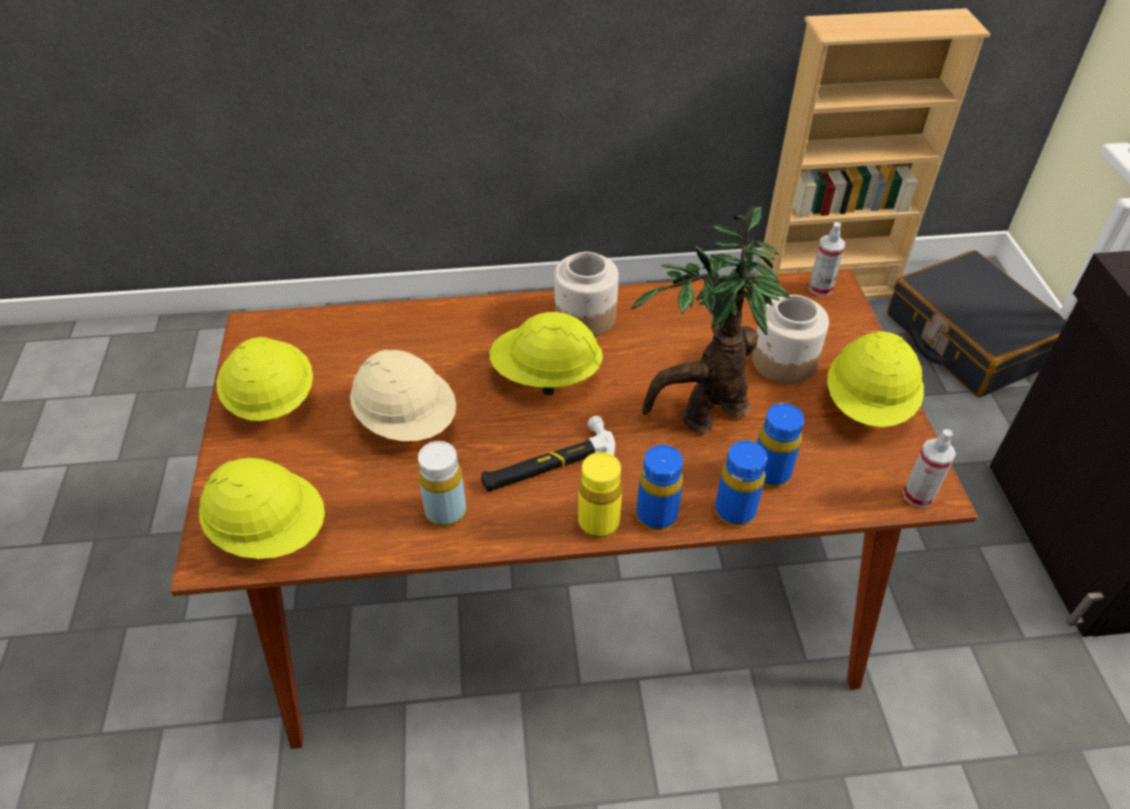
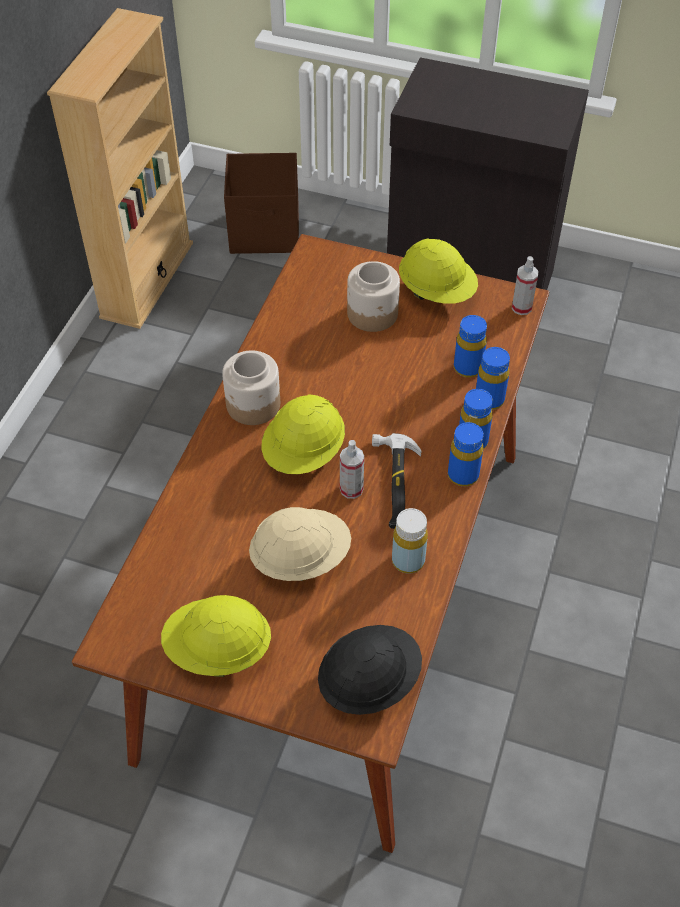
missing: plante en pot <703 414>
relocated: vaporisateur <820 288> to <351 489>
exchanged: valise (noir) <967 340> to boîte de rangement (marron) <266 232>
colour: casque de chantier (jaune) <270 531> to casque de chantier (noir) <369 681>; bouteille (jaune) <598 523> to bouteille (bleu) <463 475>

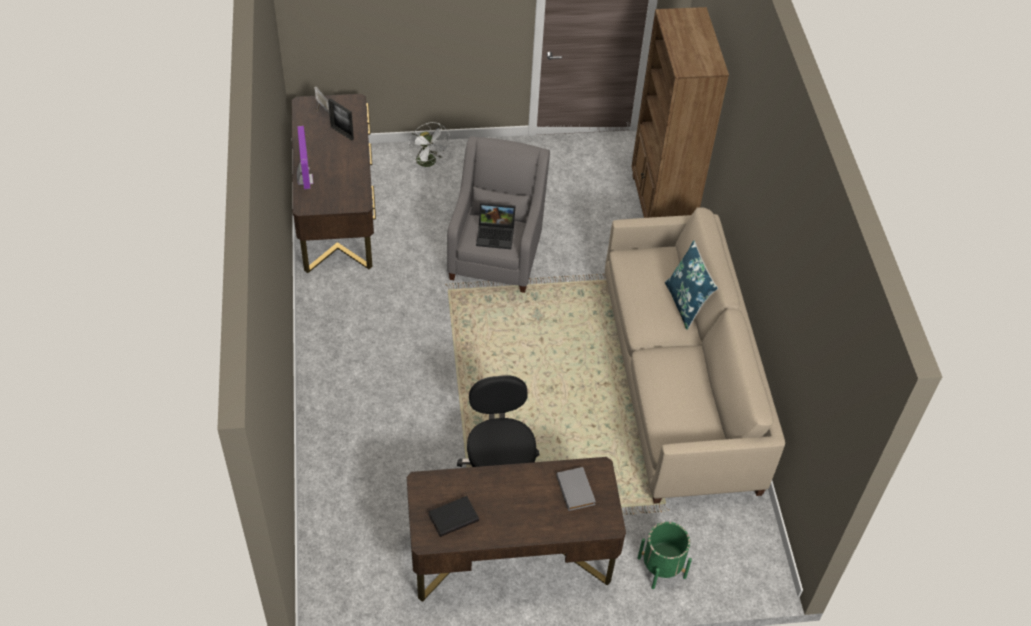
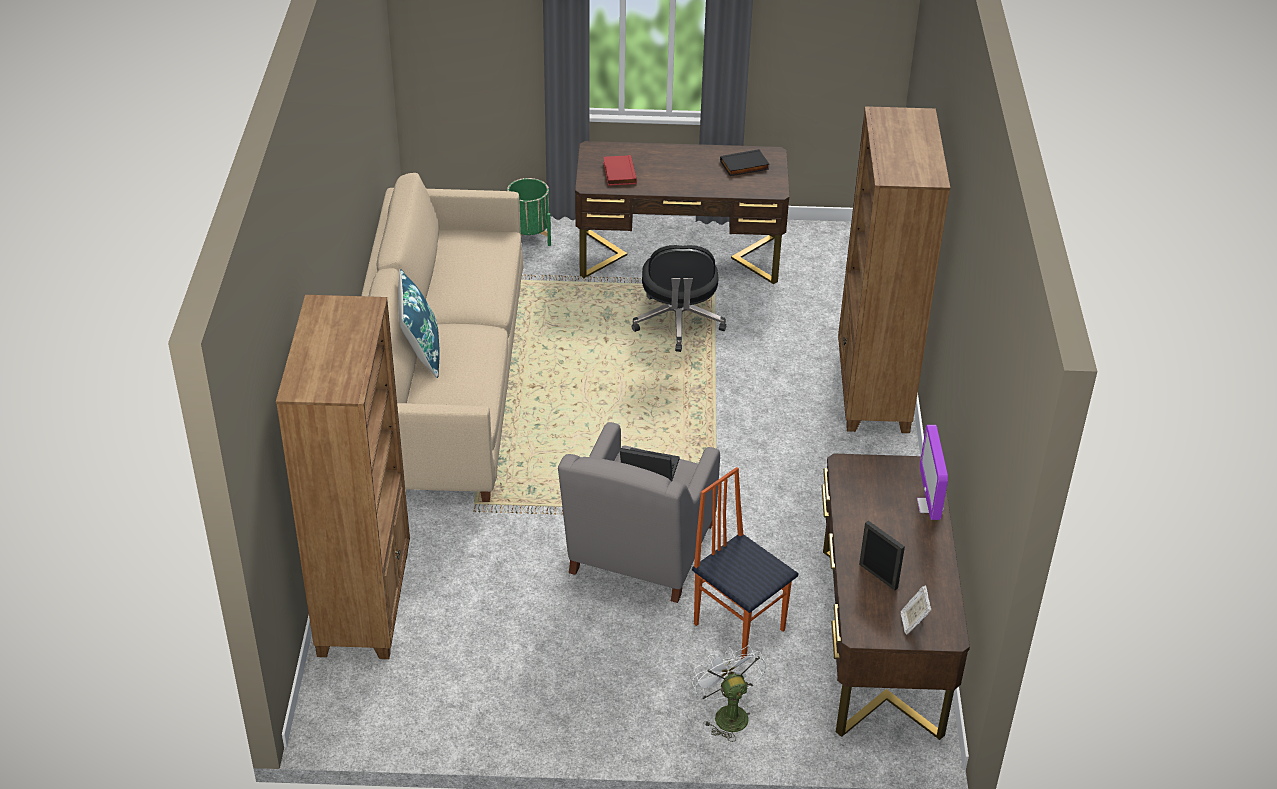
appeared: chaise <739 625>; bibliothèque (marron) <872 391>
colour: livre (gris) <576 490> to livre (rouge) <618 173>

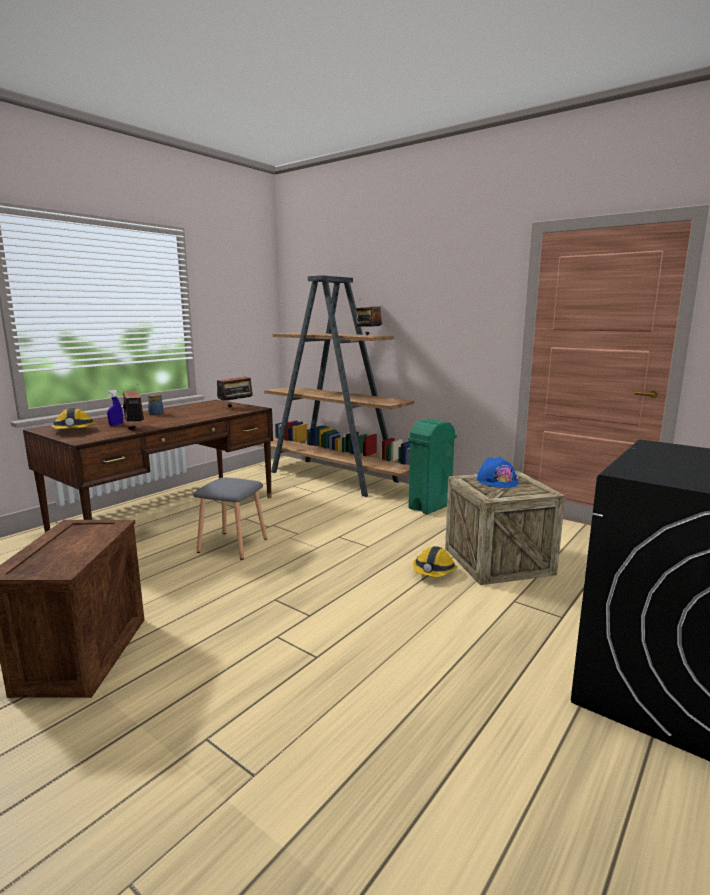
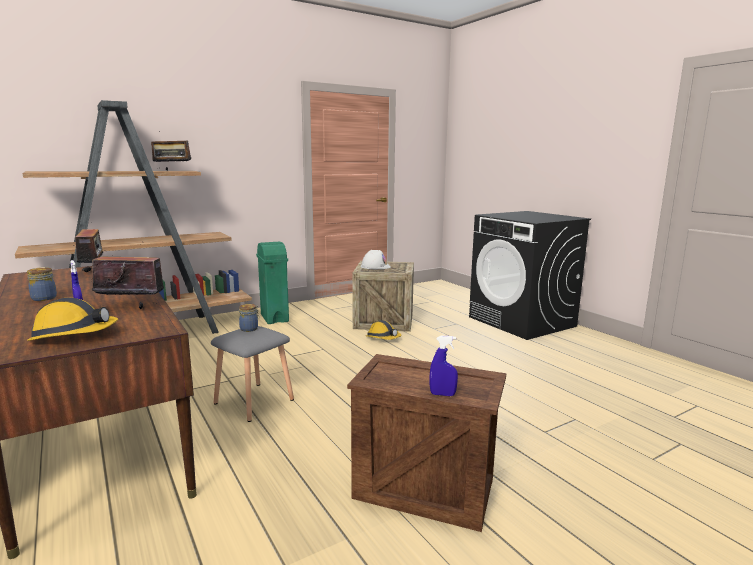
appeared: bocal <250 328>; vaporisateur (bleu) <442 394>
colour: casque de chantier (bleu) <497 481> to casque de chantier (blanc) <375 266>

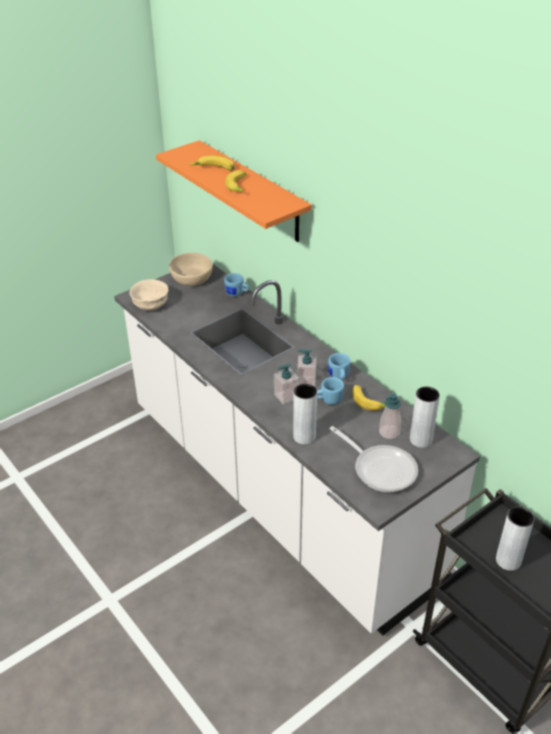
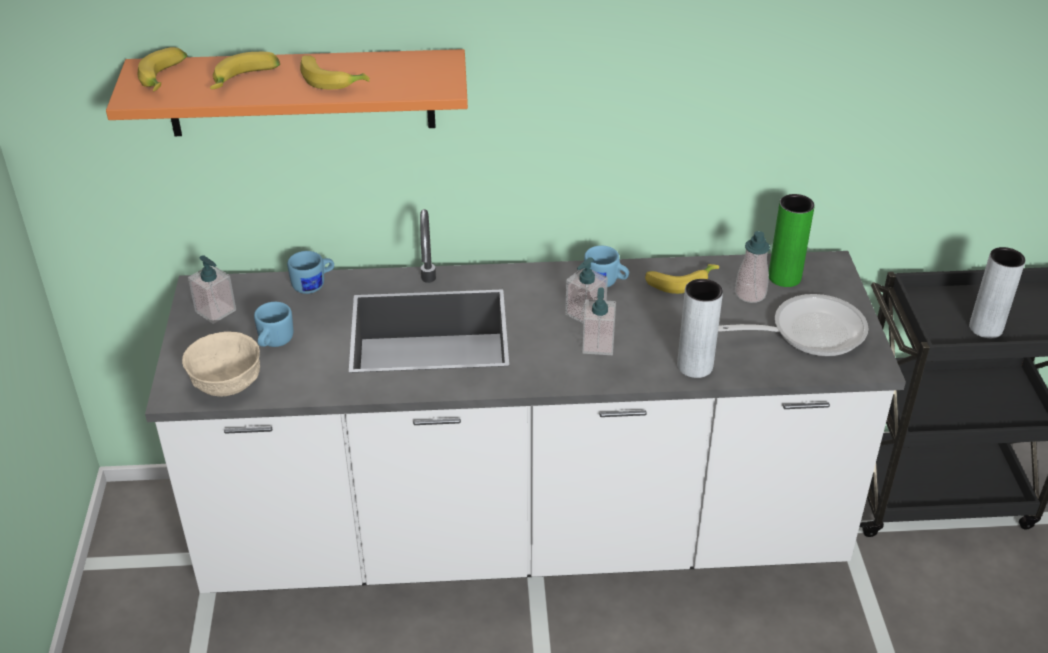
appeared: banane <166 79>
relocated: mug (bleu) <328 400> to <273 342>
exchanged: bol (beige) <192 279> to distributeur de savon <216 311>
colour: vase (gris) <420 440> to vase (vert) <784 277>

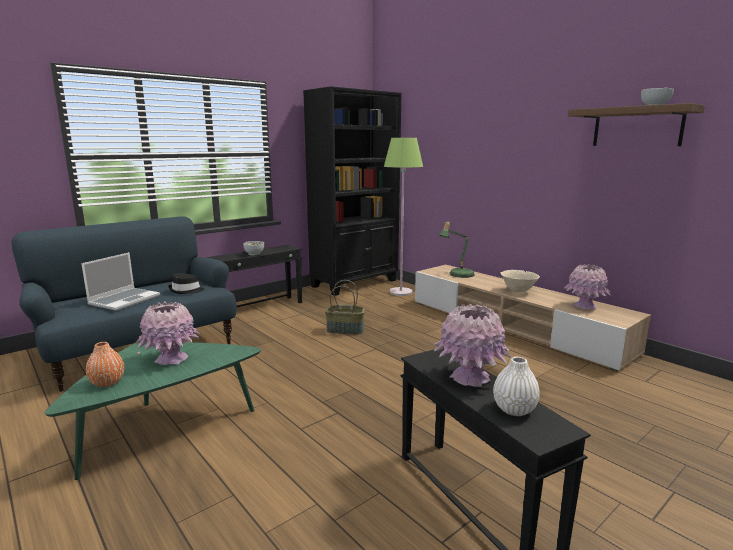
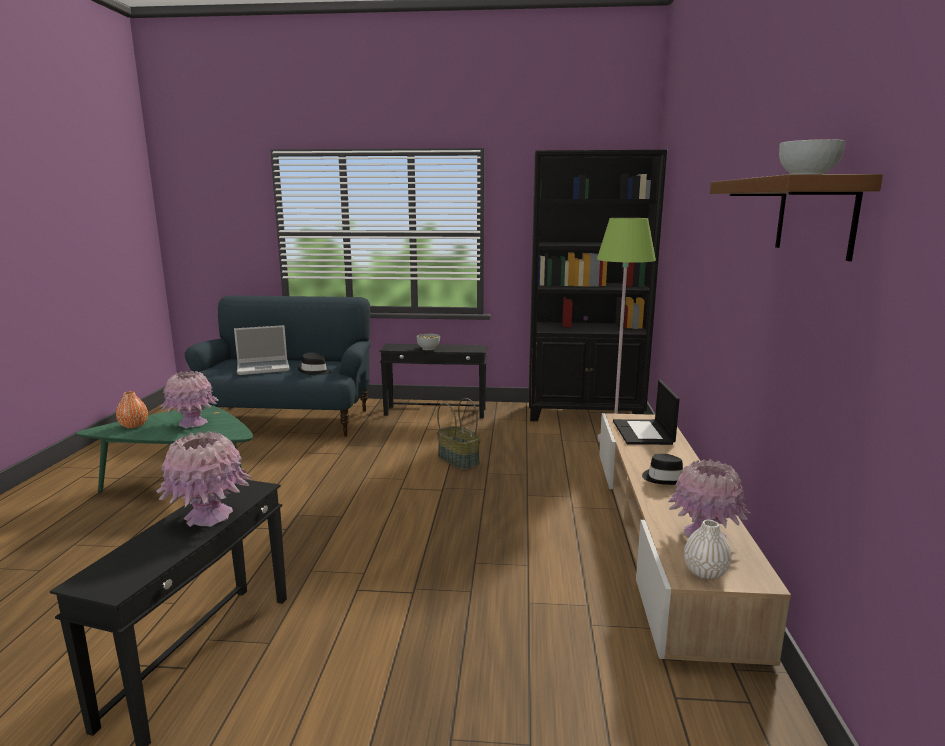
relocated: vase (blanc) <514 410> to <705 572>
exchanged: lampe de table <458 275> to ordinateur portable <643 433>; bol (beige) <518 291> to chapeau (noir) <664 478>

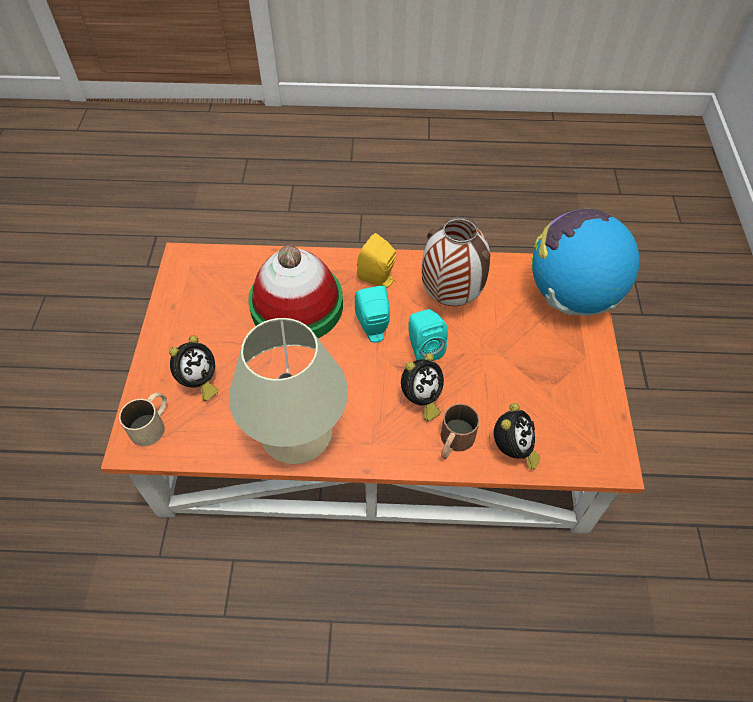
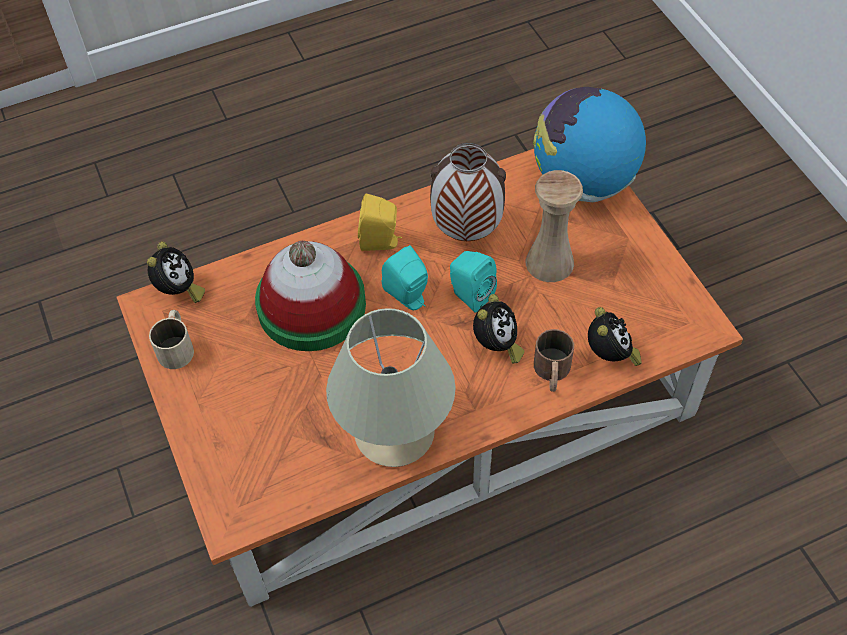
appeared: vase (beige) <549 262>
relocated: mug (beige) <152 423> to <177 345>; réveil <198 382> to <178 291>

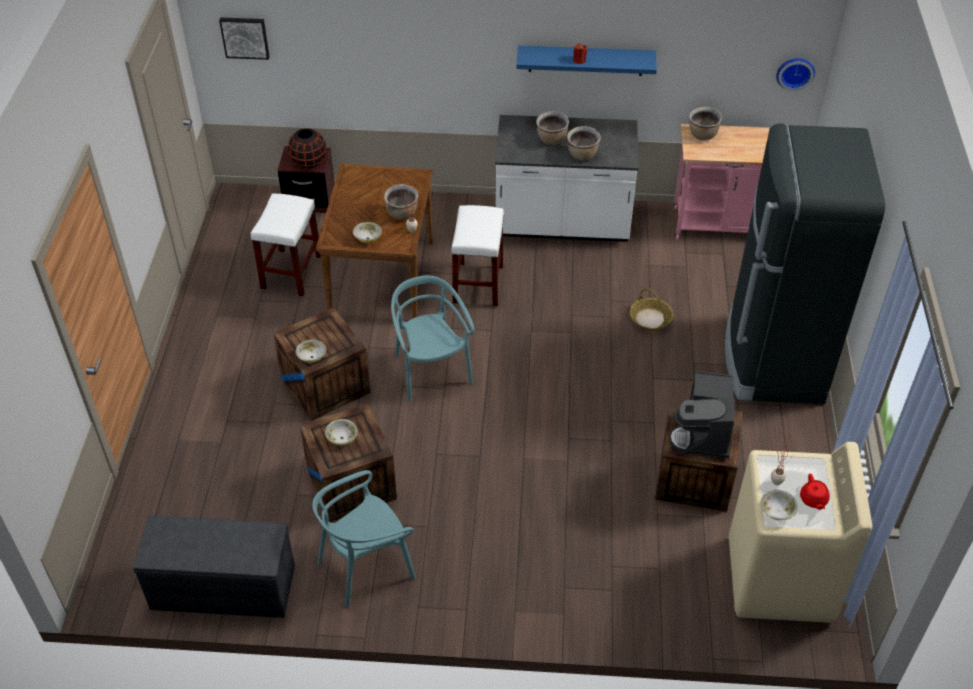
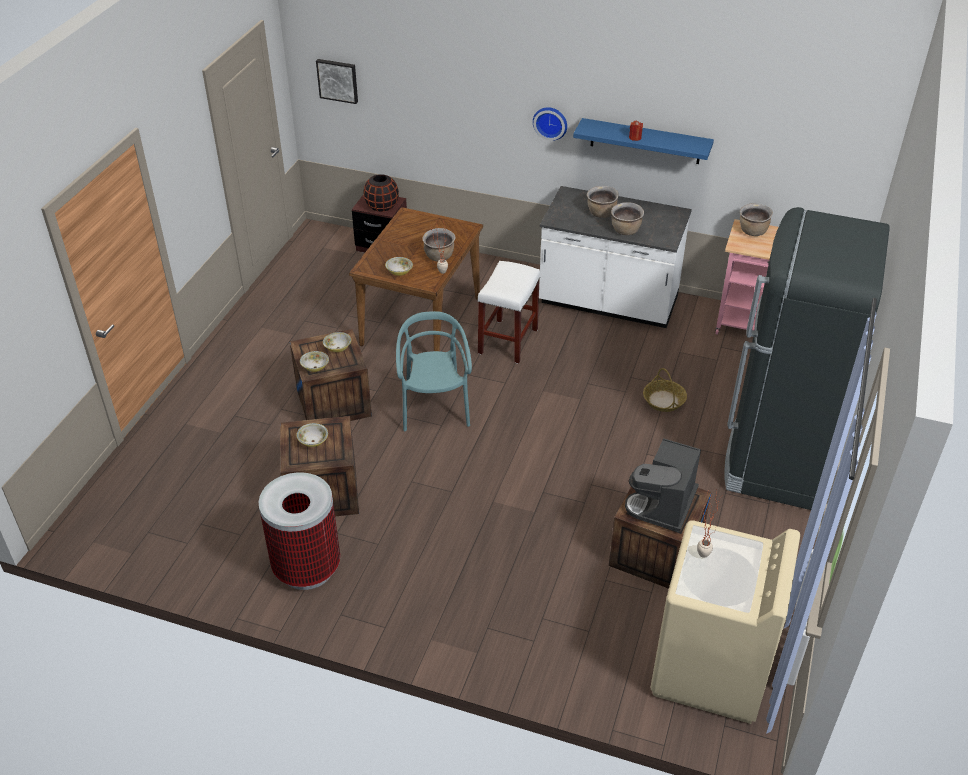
missing: banc (gris) <222 588>; tabouret (blanc) <291 272>; théière (rouge) <813 500>
relocated: bol <777 511> to <337 348>; horloge murale <795 72> to <550 122>
exchanged: chaise (turquoise) <366 567> to poubelle <306 567>

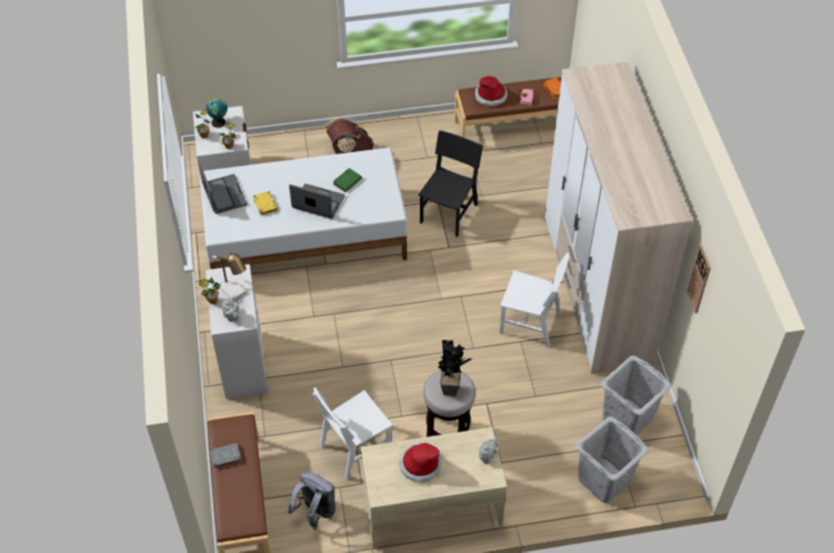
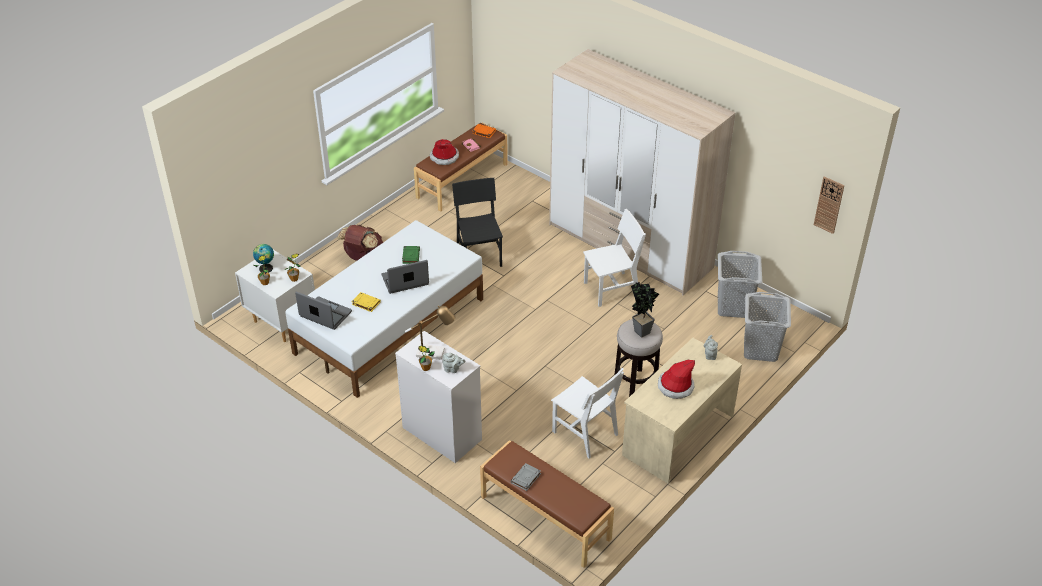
missing: sac à dos (gris) <315 512>
relocated: horloge murale <699 280> to <829 205>
spun: chaise (blanc) <355 448> = <585 433> 60 degrees counterclockwise

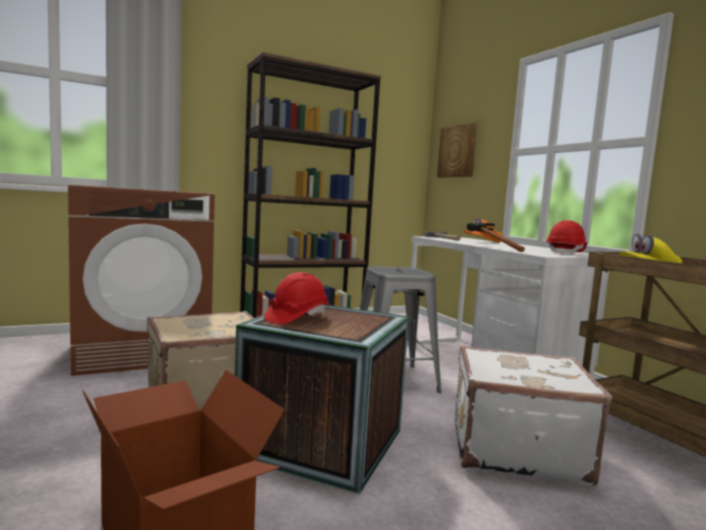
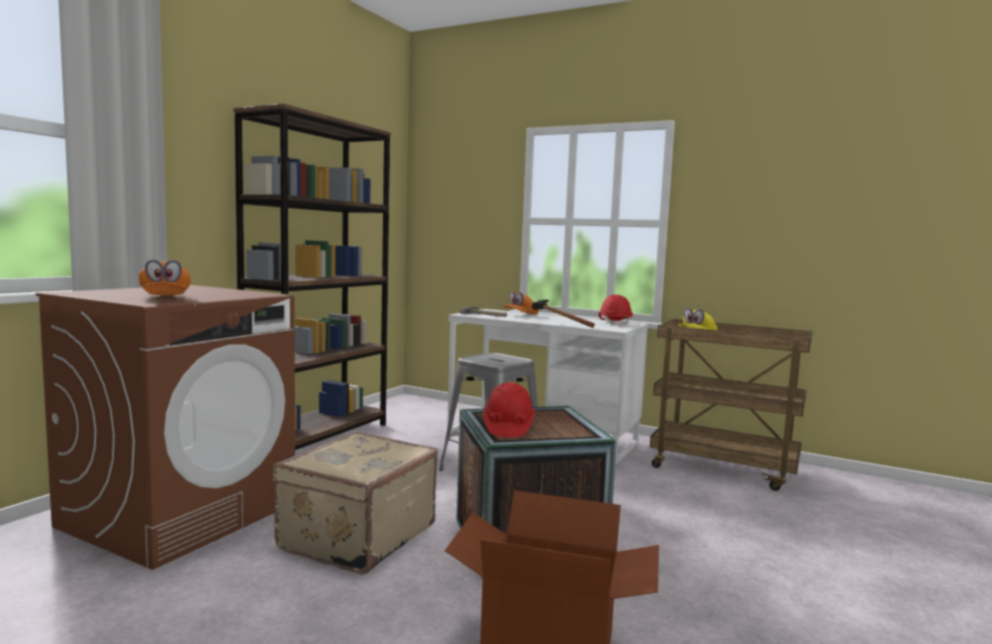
missing: tableau <457 151>; valise (blanc) <515 448>
appeared: casquette (orange) <165 298>

